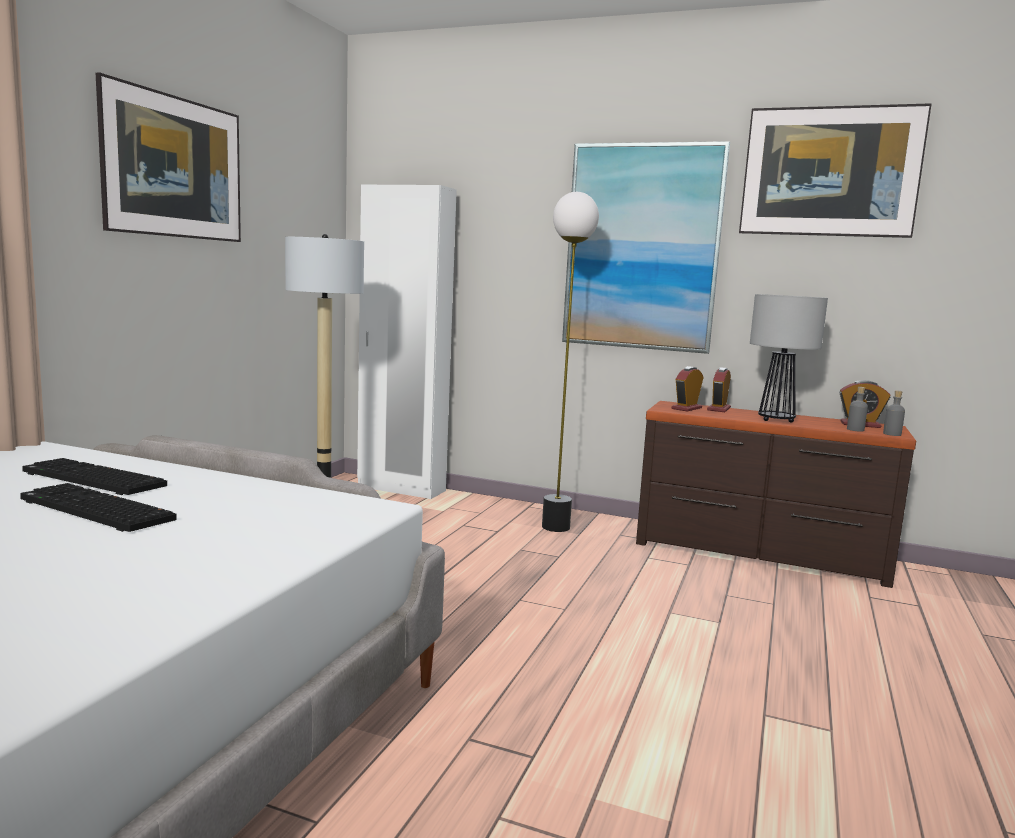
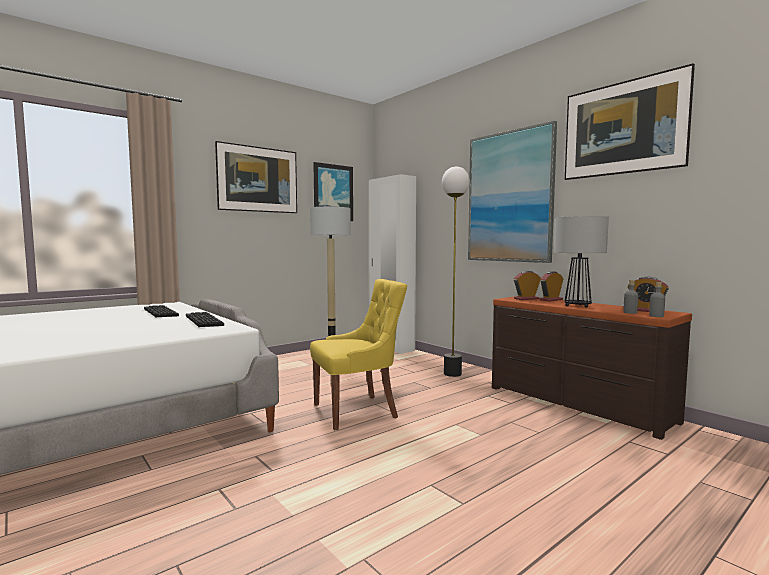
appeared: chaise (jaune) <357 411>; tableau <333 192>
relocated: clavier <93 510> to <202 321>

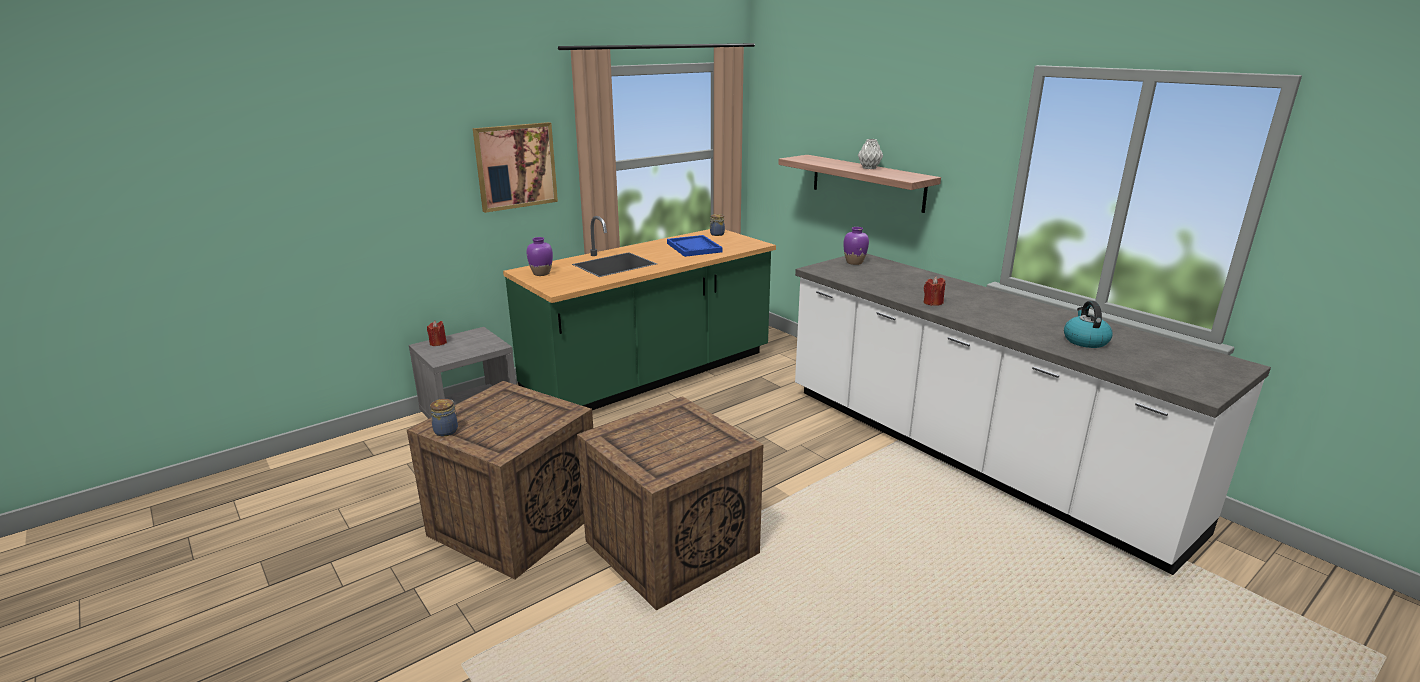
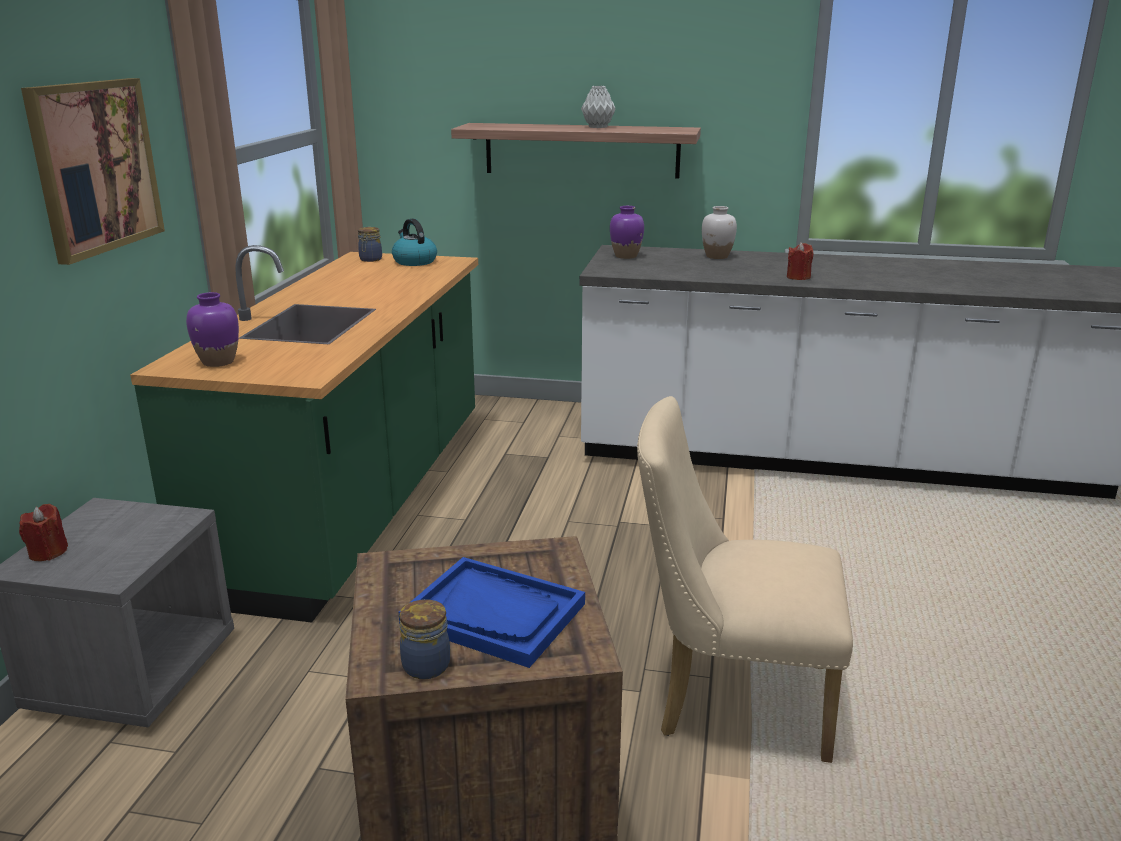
appeared: vase (blanc) <717 256>
relocated: plateau (bleu) <694 247> to <494 614>; bouilloire <1085 340> to <414 261>
exchanged: caisse <672 545> to chaise (beige) <729 699>

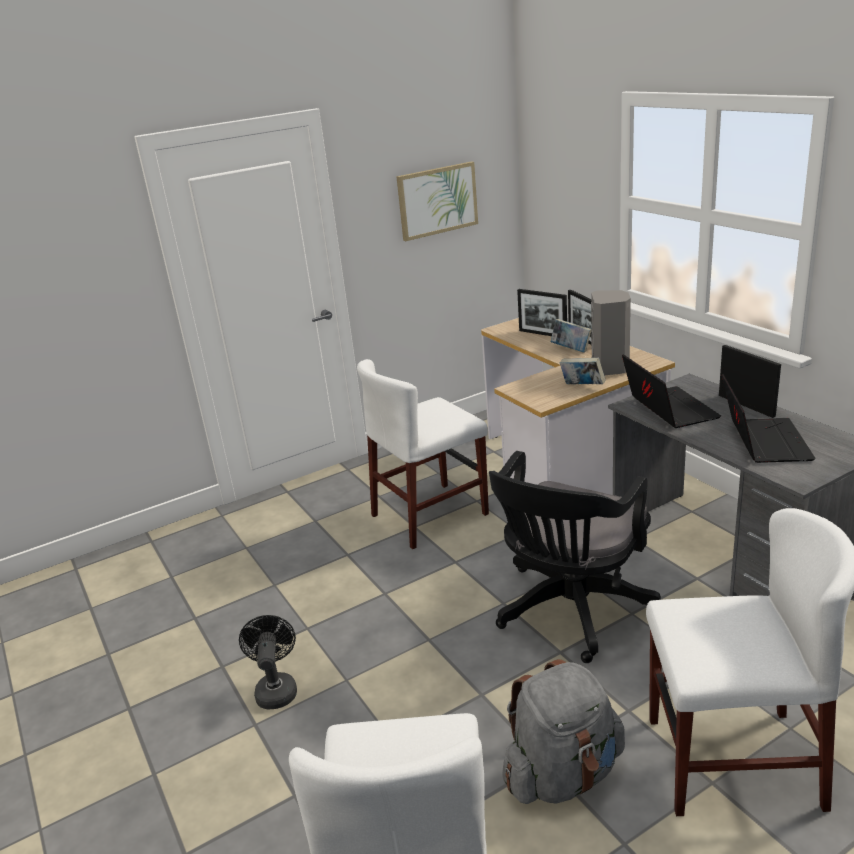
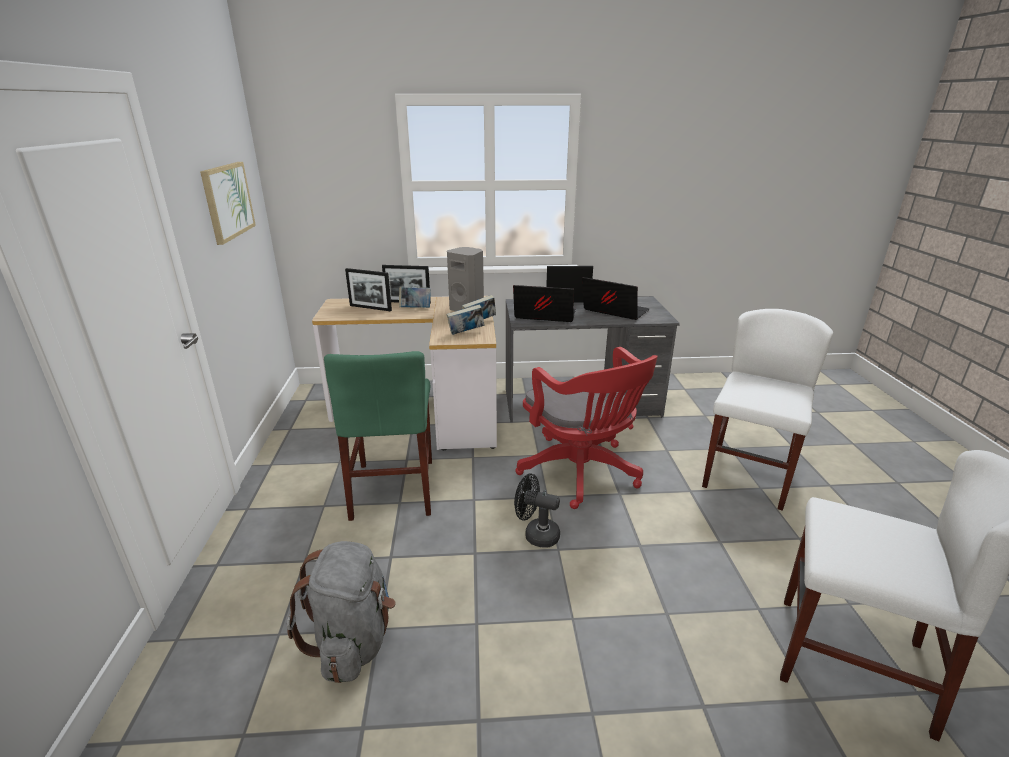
appeared: livre <466 333>
relocated: ventilateur (noir) <276 689> to <536 534>; sac à dos (gris) <563 774> to <353 640>
colour: chaise (blanc) <430 514> to chaise (vert) <393 488>; chaise de bureau (noir) <570 612> to chaise de bureau (rouge) <582 473>
spun: cadre photo <542 334> = <370 308> 45 degrees clockwise

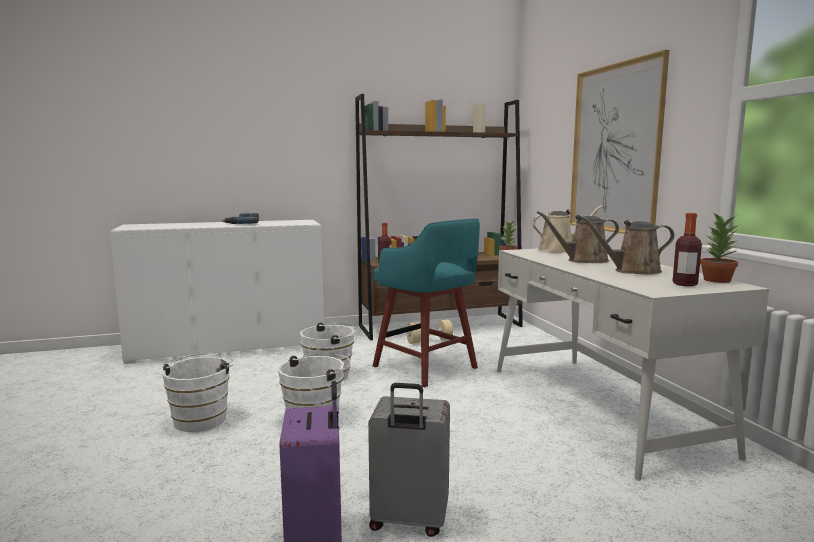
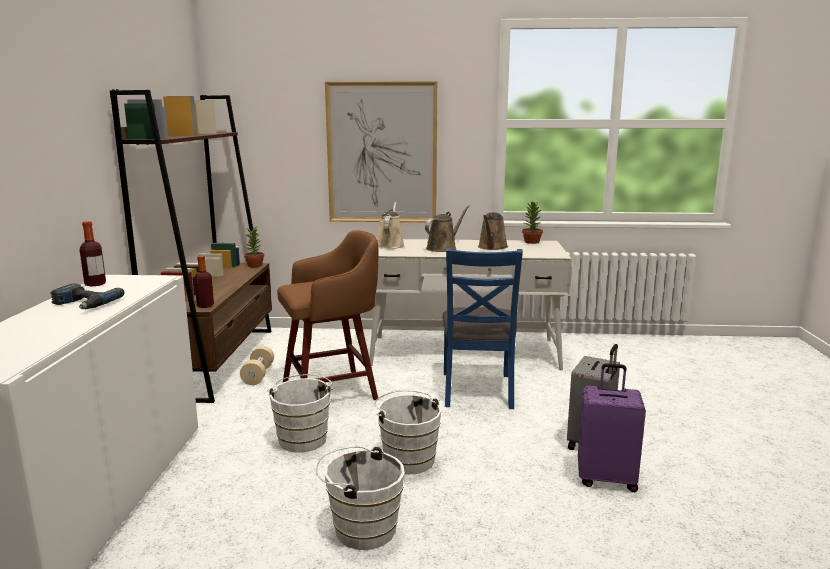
appeared: chaise (bleu) <478 390>
relocated: bouteille <684 284> to <95 284>
colour: tabouret (turquoise) <427 368> to tabouret (marron) <333 390>
spun: arrosoir (marron) <583 261> = <443 248> 150 degrees counterclockwise

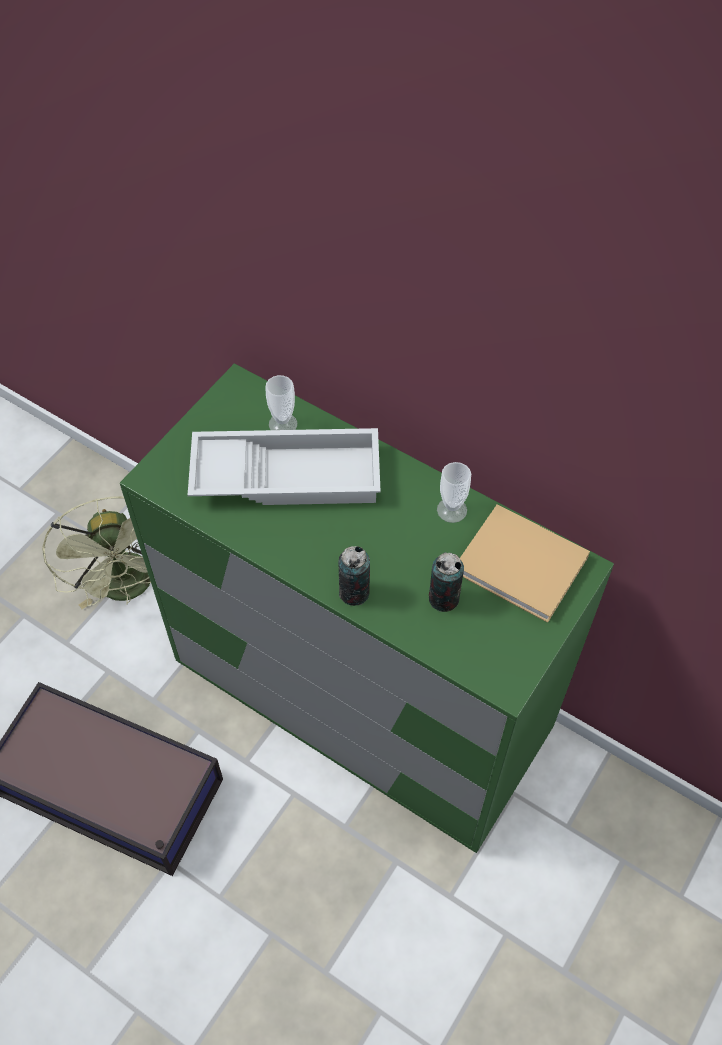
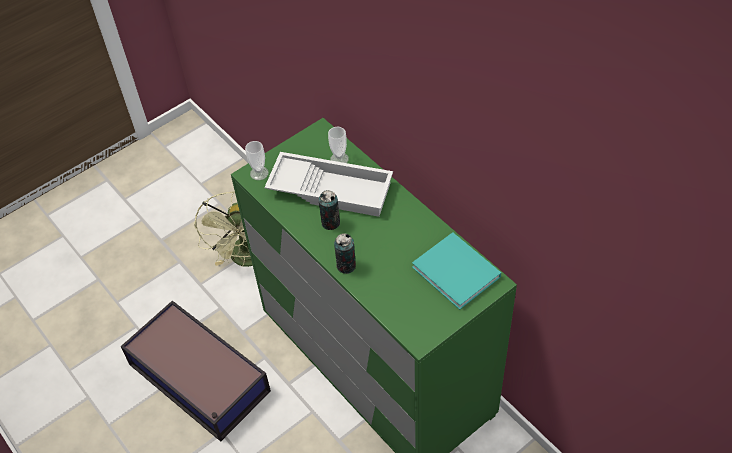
relocated: boîte métallique <443 599> to <330 223>; tasse <452 510> to <259 173>
colour: livre (beige) <524 567> to livre (turquoise) <457 274>

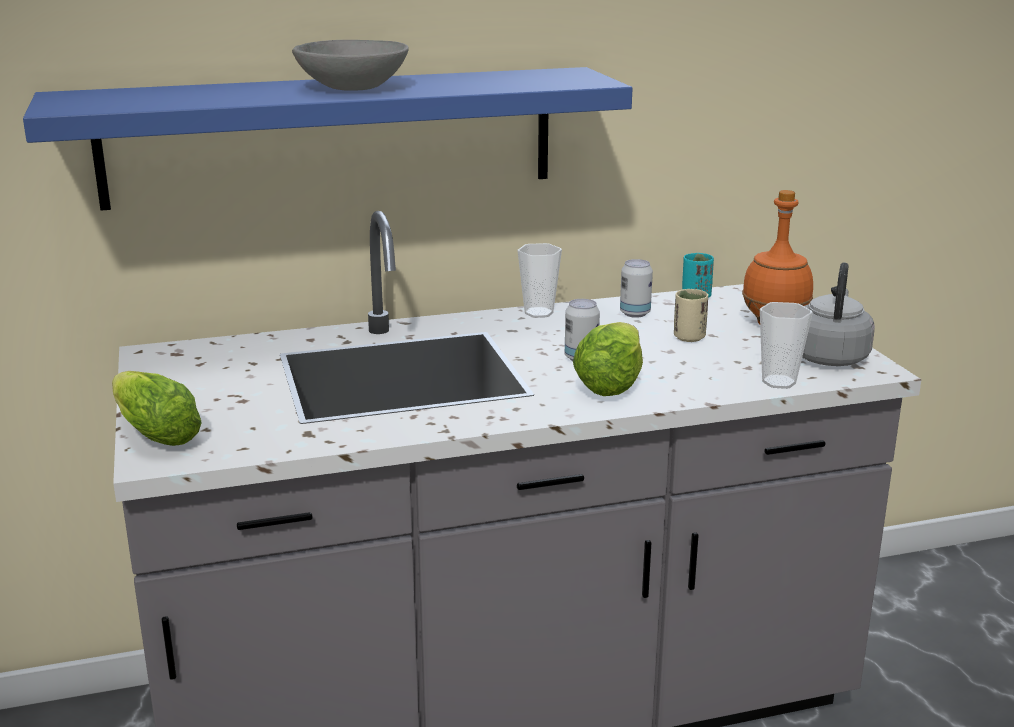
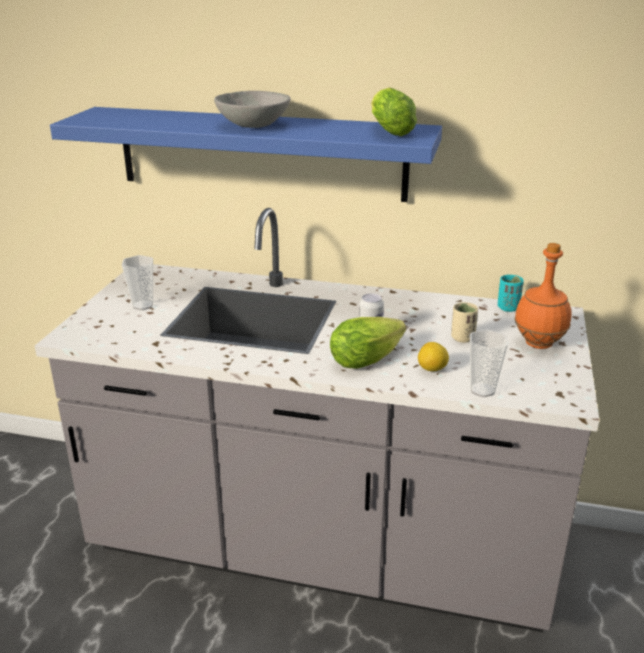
missing: boîte métallique <635 313>; bouilloire (gris) <830 356>
appeared: citron <432 369>
relocated: laitue <153 432> to <389 131>; tasse <538 313> to <143 305>

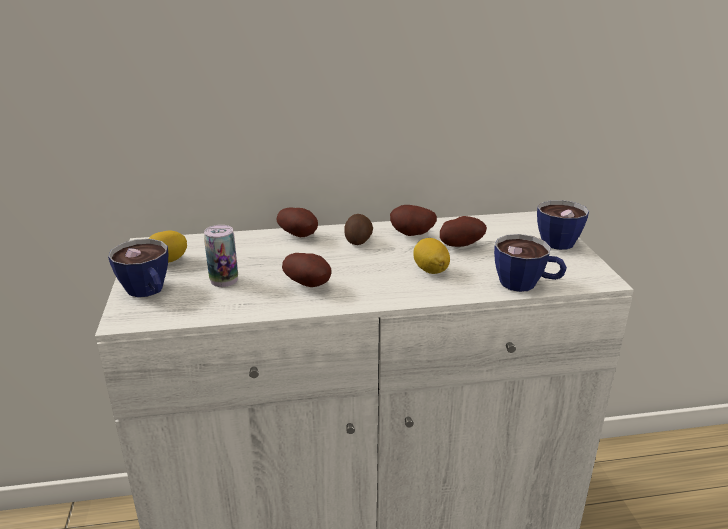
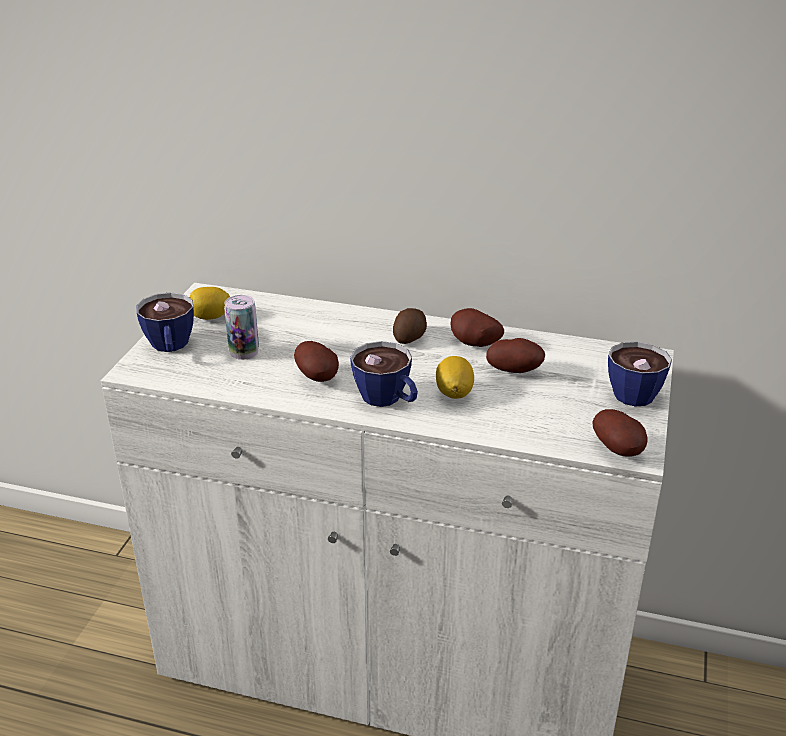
relocated: pomme de terre <300 236> to <619 451>; tasse <526 284> to <388 400>

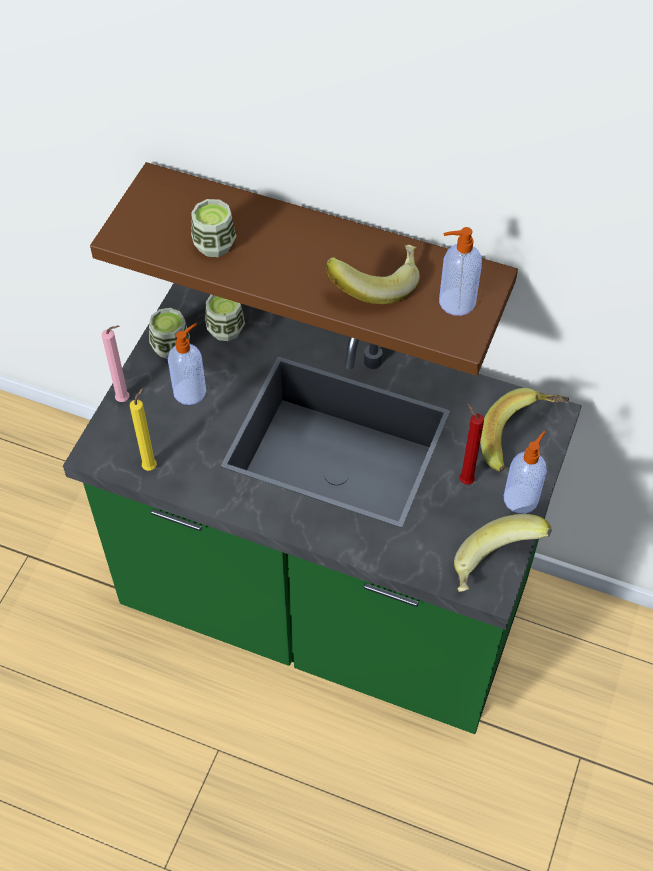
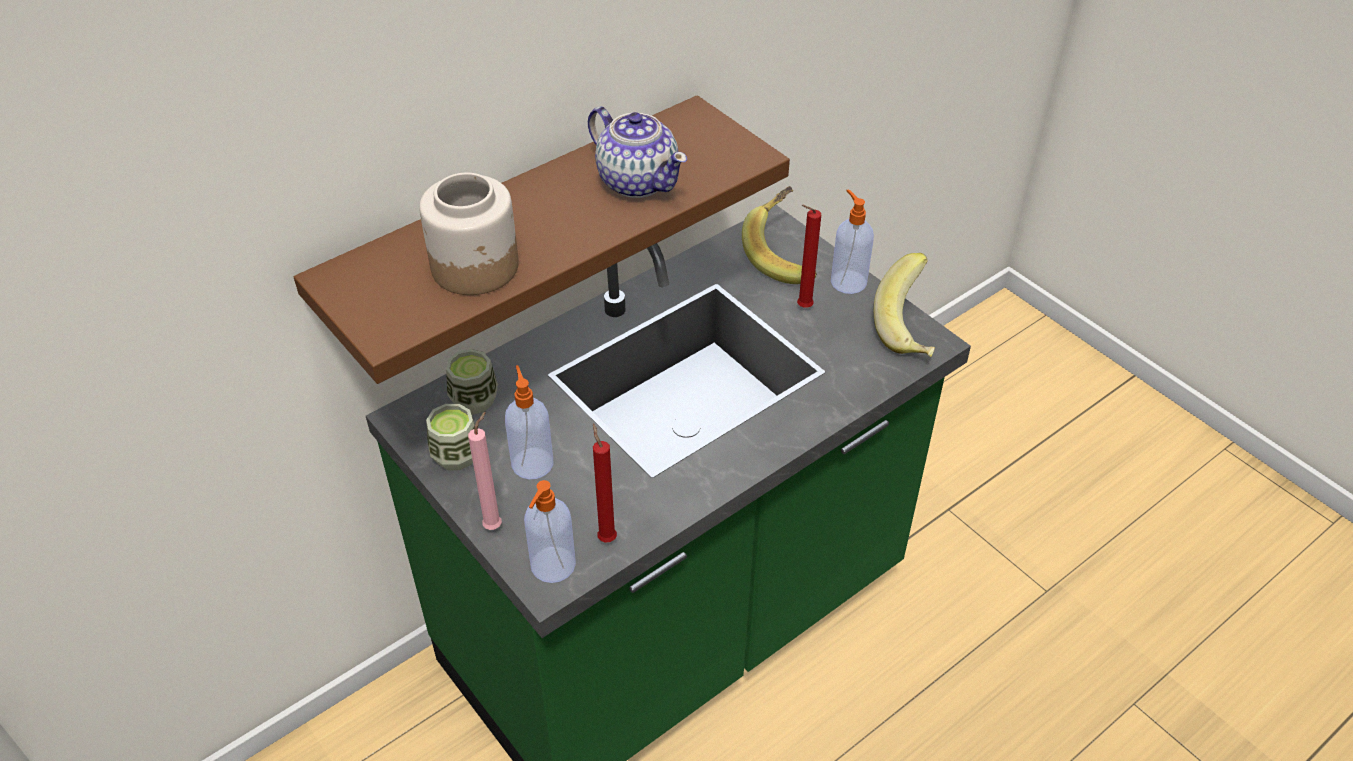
relocated: distributeur de savon <455 302> to <552 566>
exchanged: tasse <214 244> to bocal <476 267>; banane <375 284> to théière <637 181>
colour: bougie (jaune) <151 466> to bougie (rouge) <606 537>

